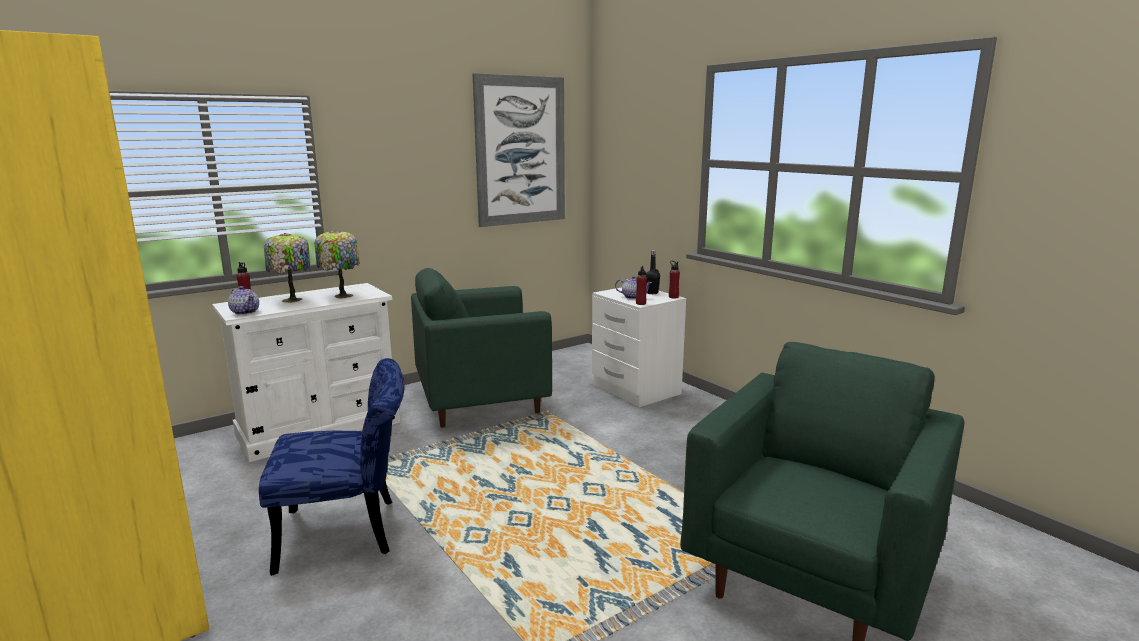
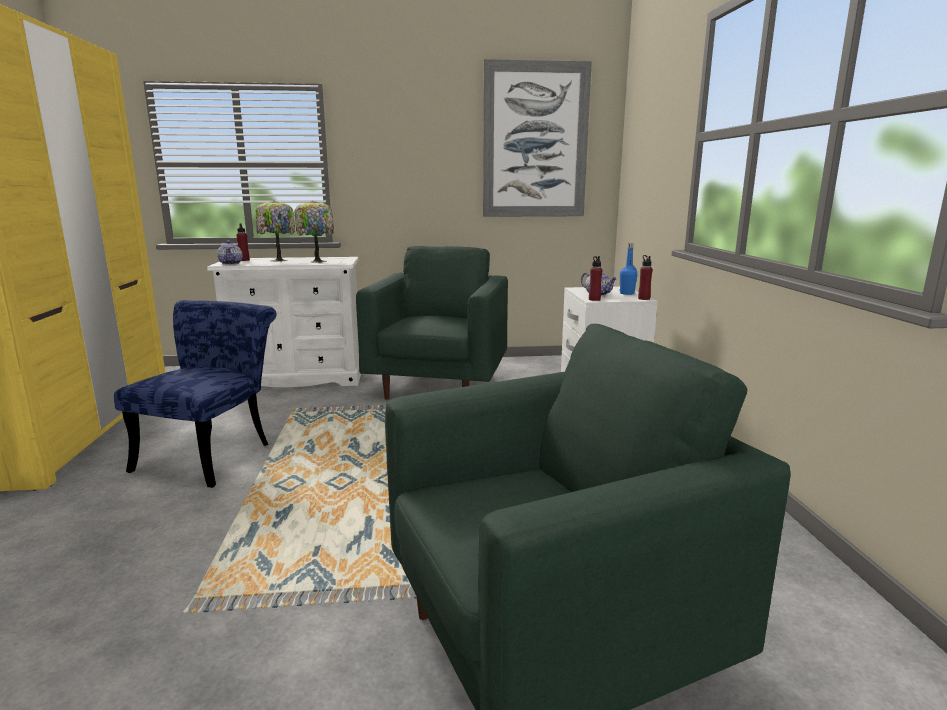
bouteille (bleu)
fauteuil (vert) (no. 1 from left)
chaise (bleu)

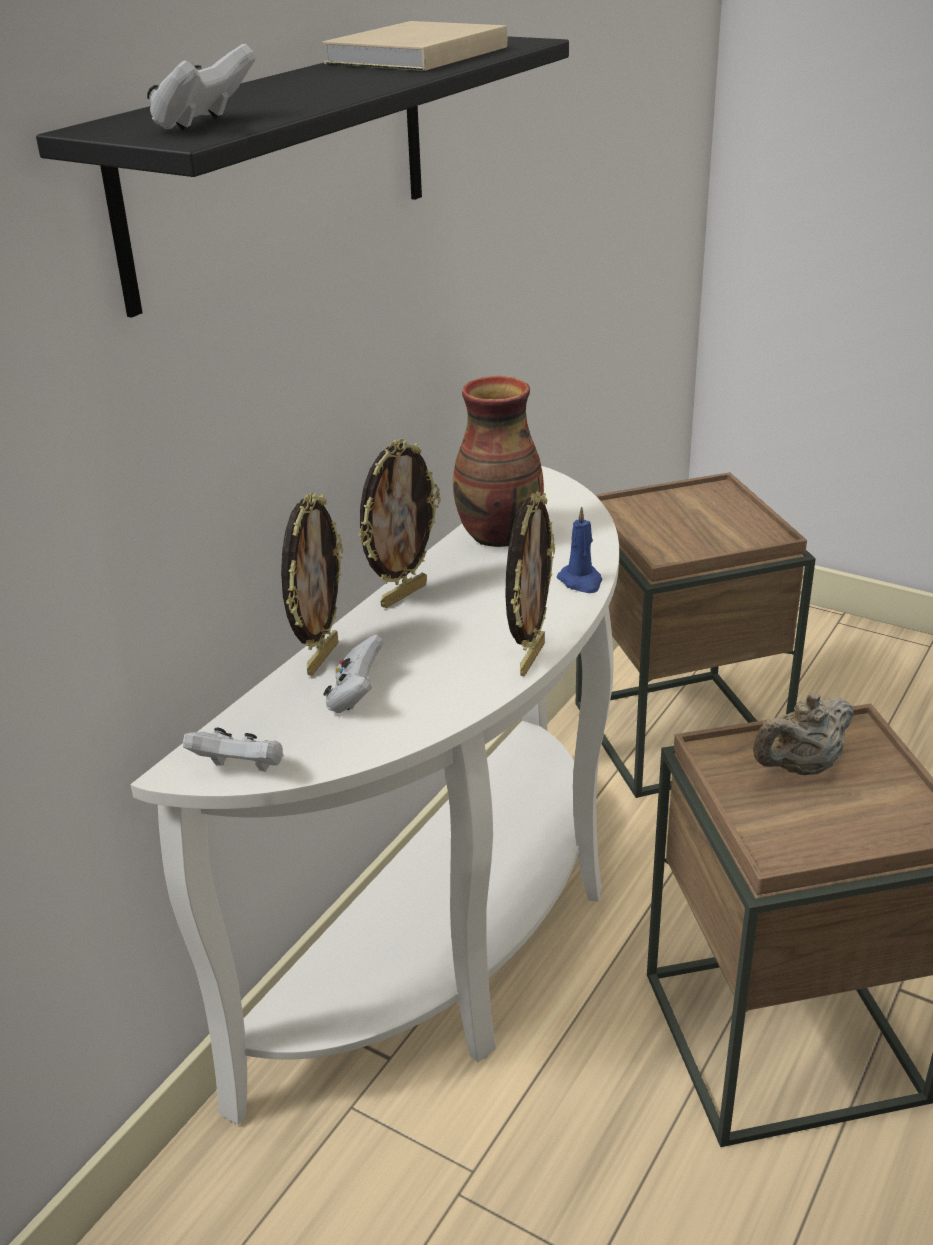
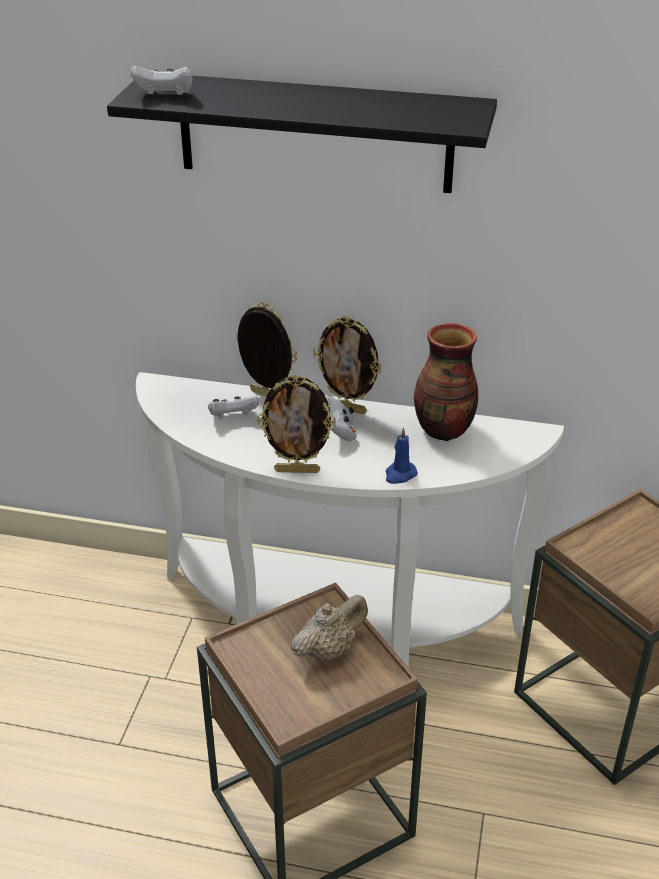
livre (beige)
cadre photo (no. 1 from left)
théière (beige)
manette (blanc) (no. 3 from left)

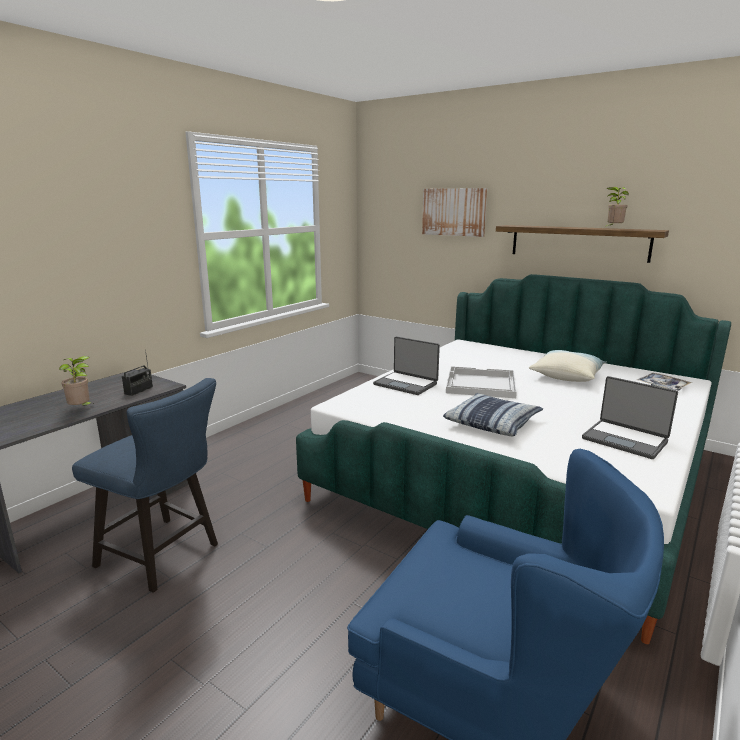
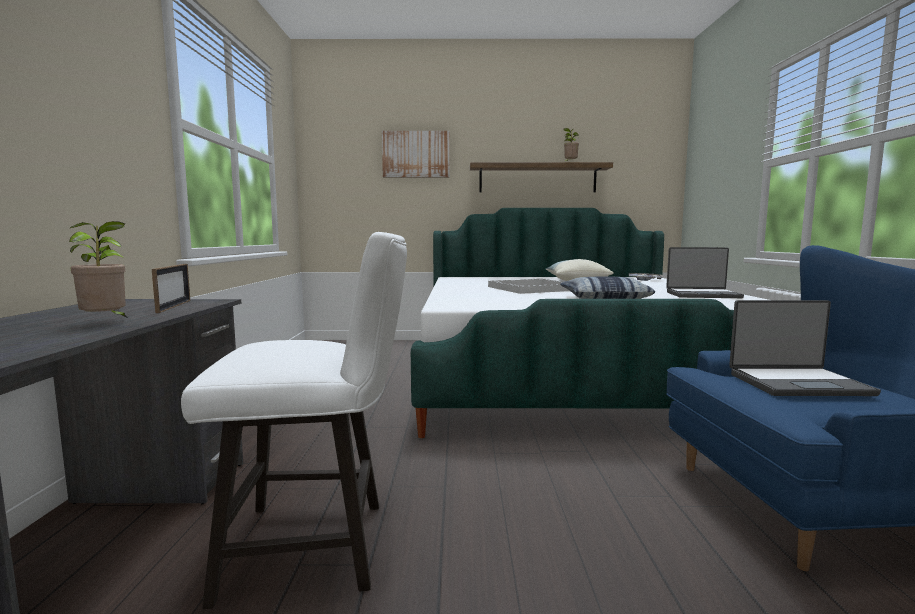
ordinateur portable (no. 2 from left)
cadre photo
chaise (blanc)

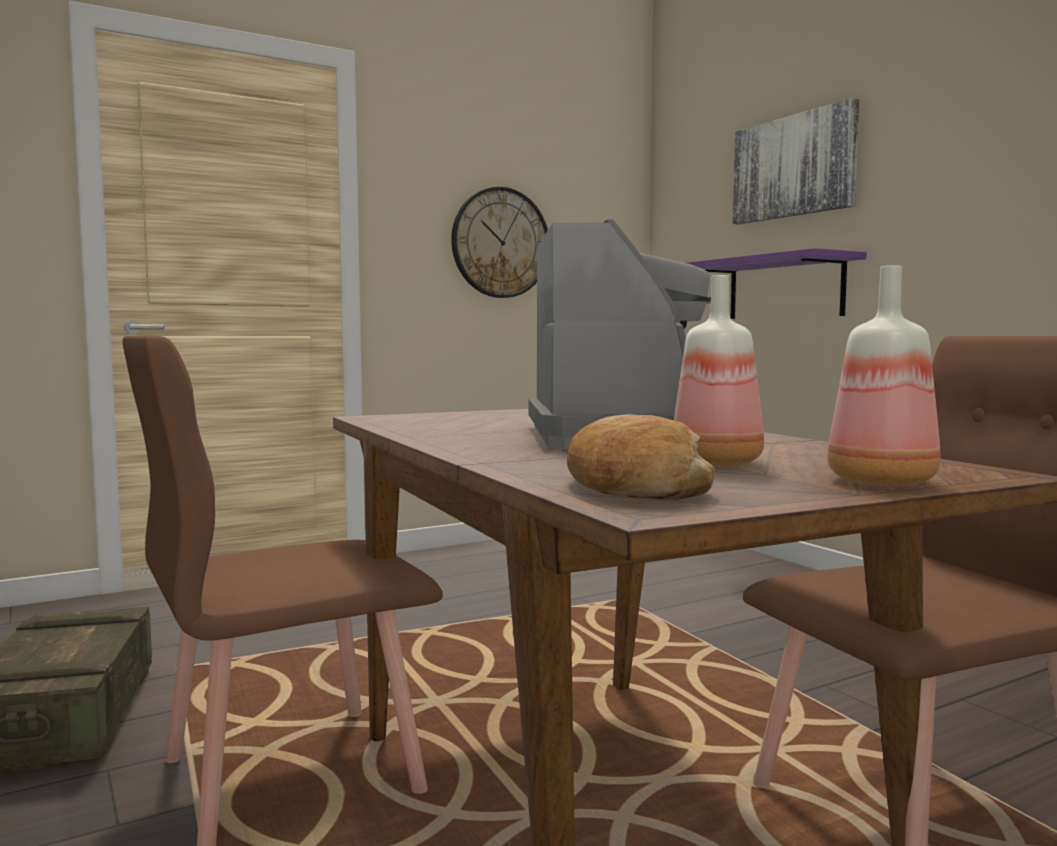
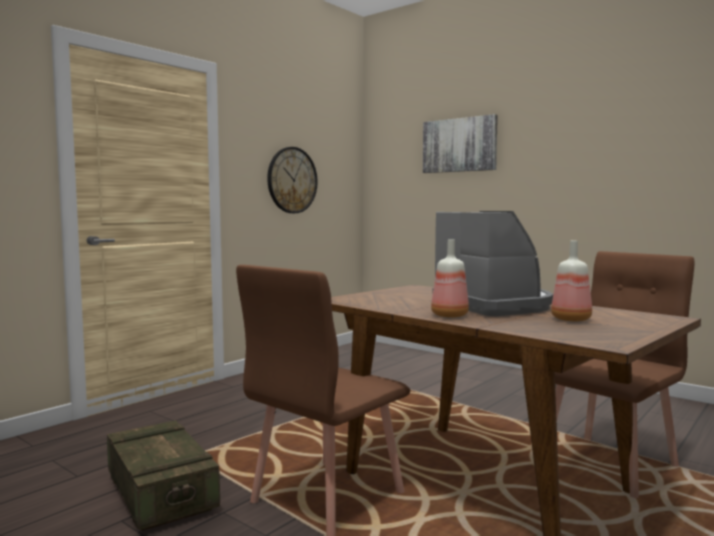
étagère (violet)
bouteille (no. 1 from left)
pain

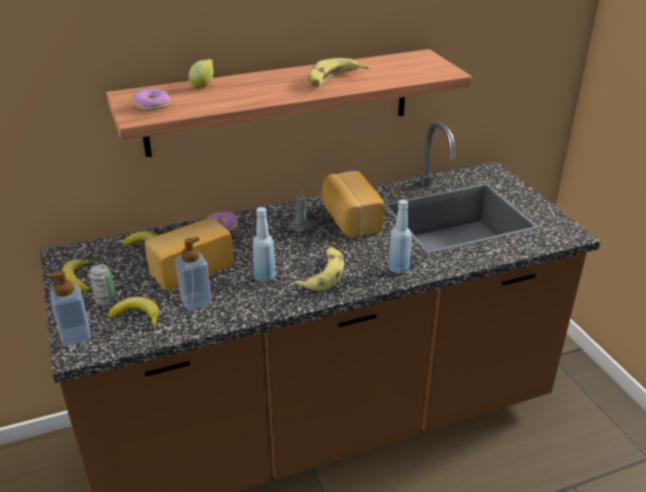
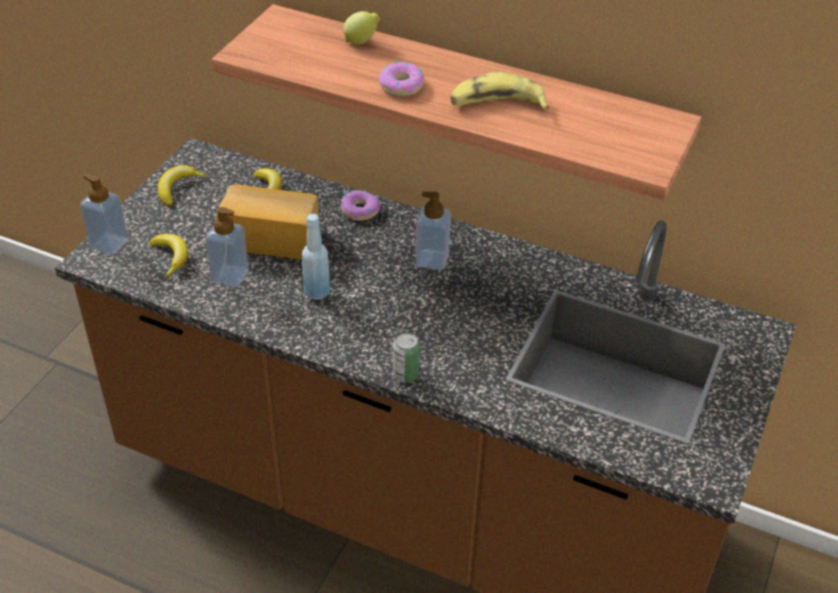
beignet (no. 2 from left)
pain (no. 2 from left in the first image)
distributeur de savon (no. 3 from left)
bouteille (bleu) (no. 2 from left in the first image)
banane (no. 4 from left in the first image)
boîte métallique

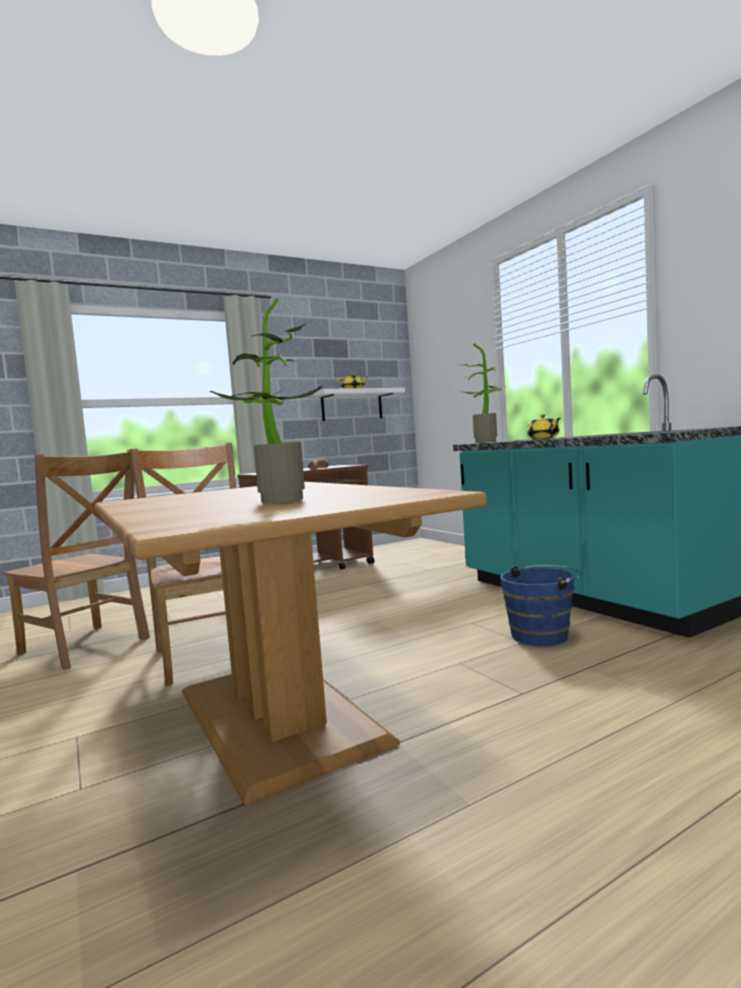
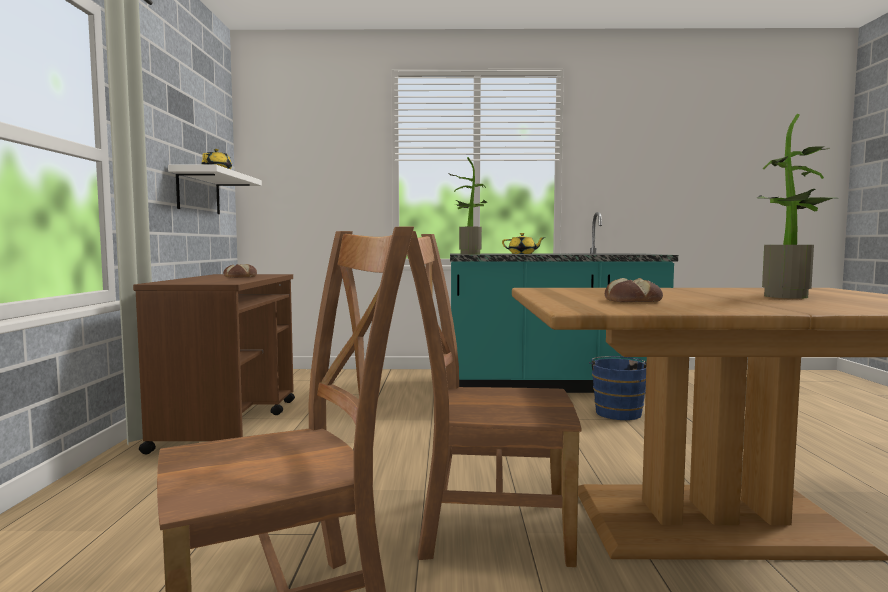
pain (no. 2 from left)

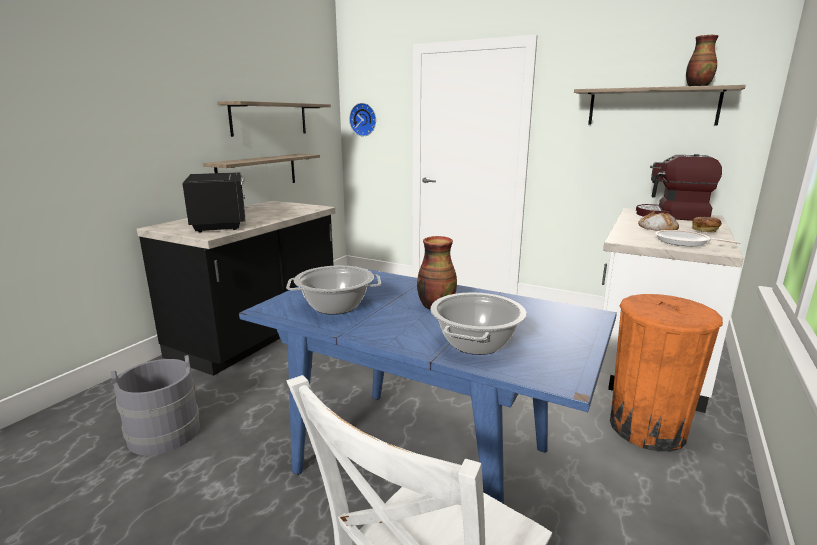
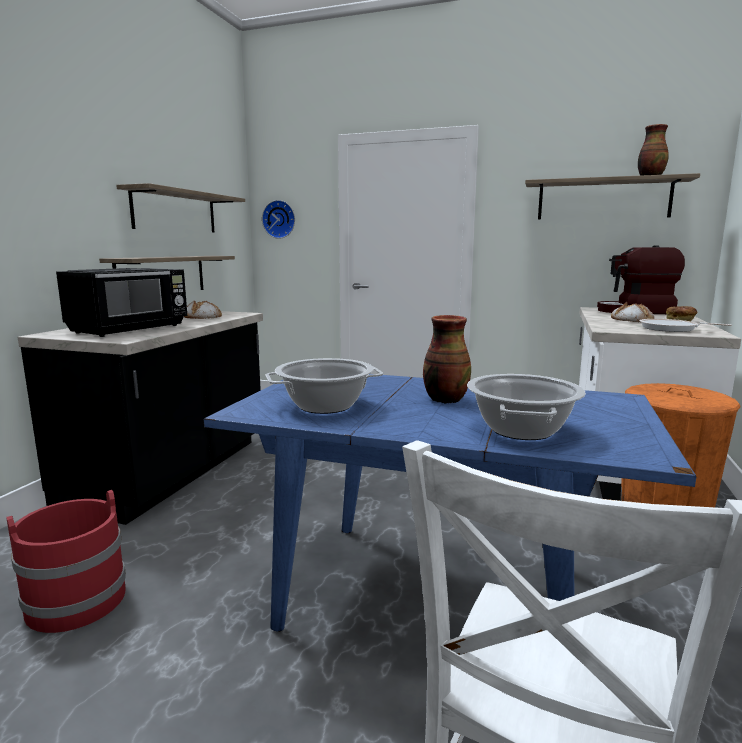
micro-ondes (noir)
seau (rouge)
pain (no. 1 from left)

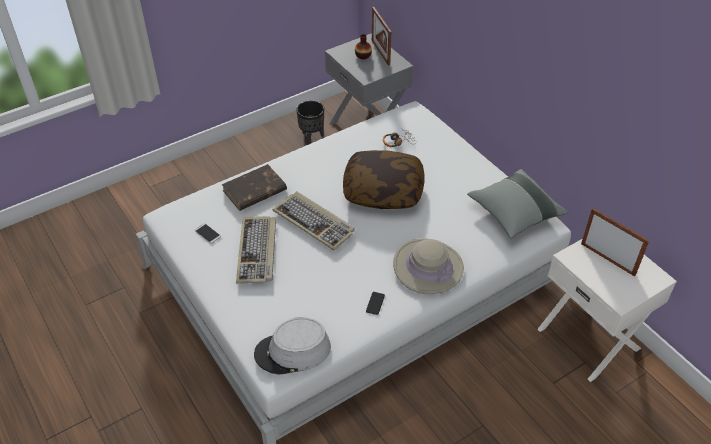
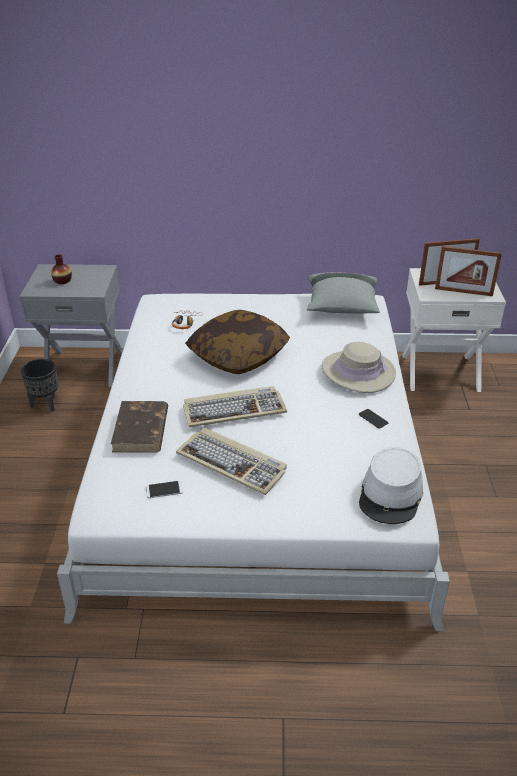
cadre photo (no. 2 from left)

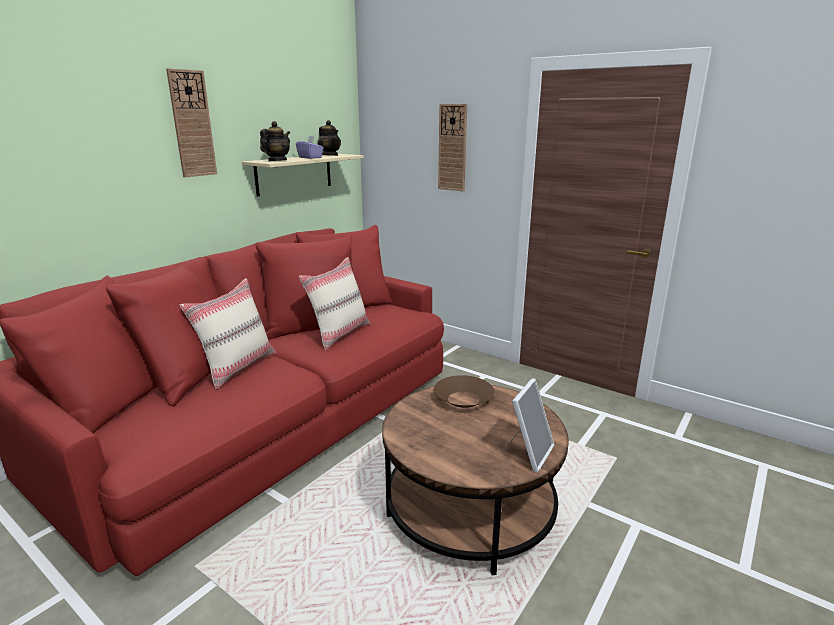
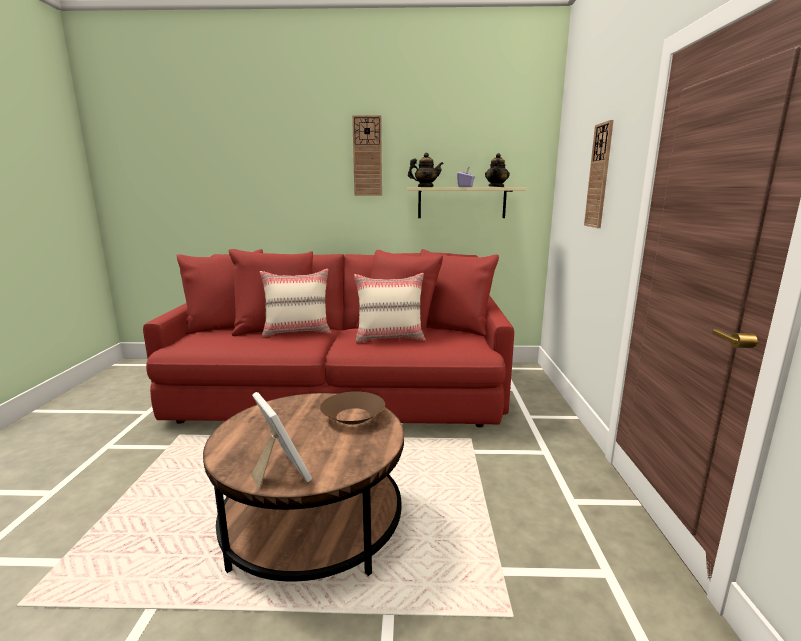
cadre photo

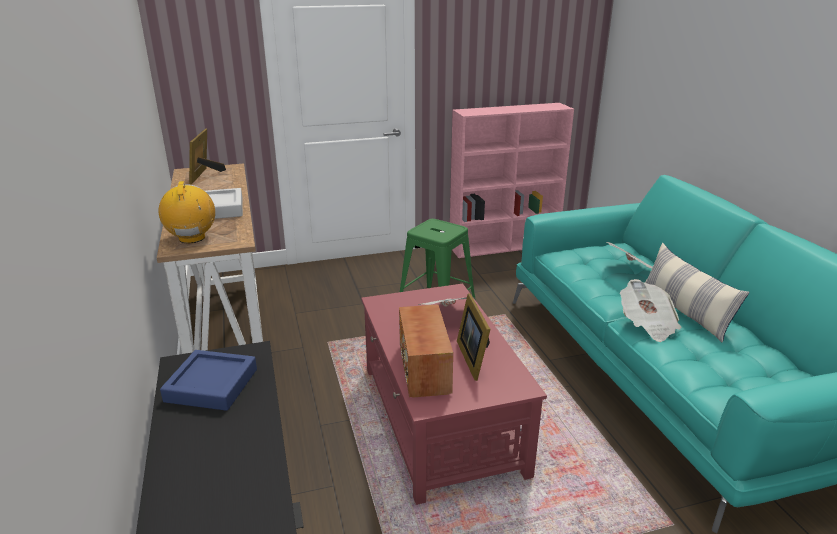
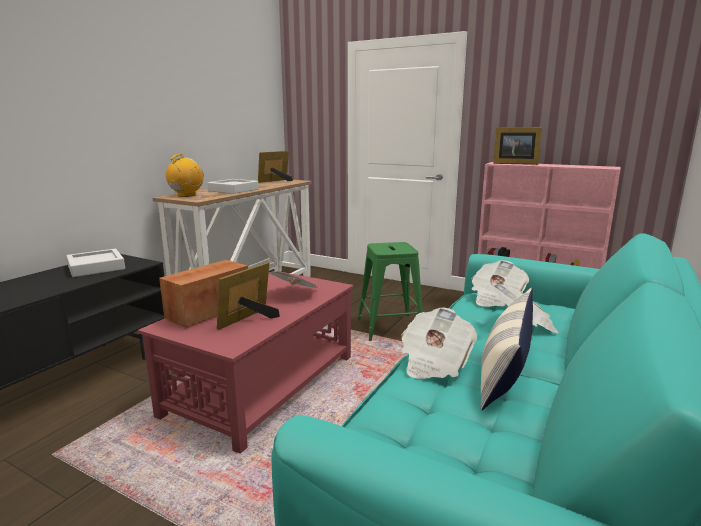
plateau (gris) (no. 1 from left)
cadre photo (no. 3 from left)
journal (no. 3 from left)

